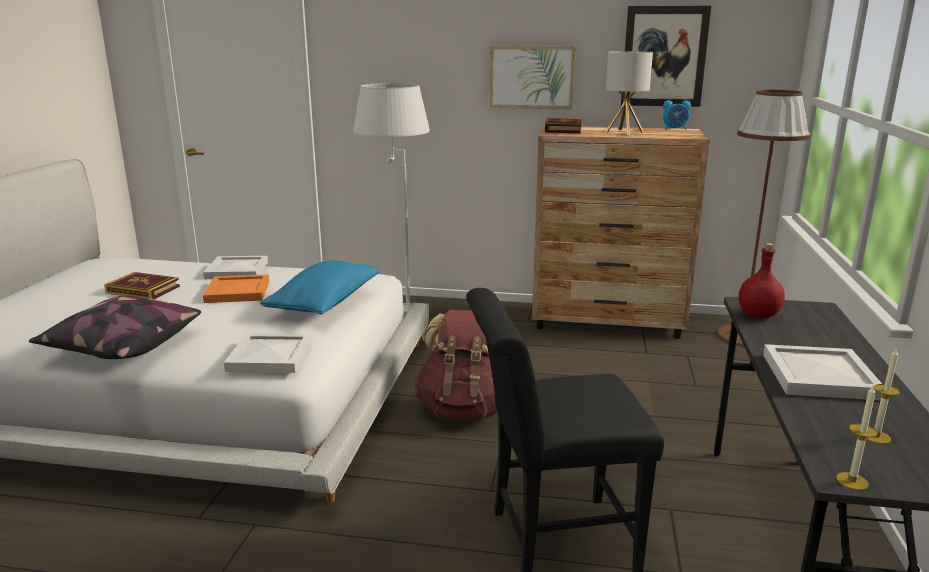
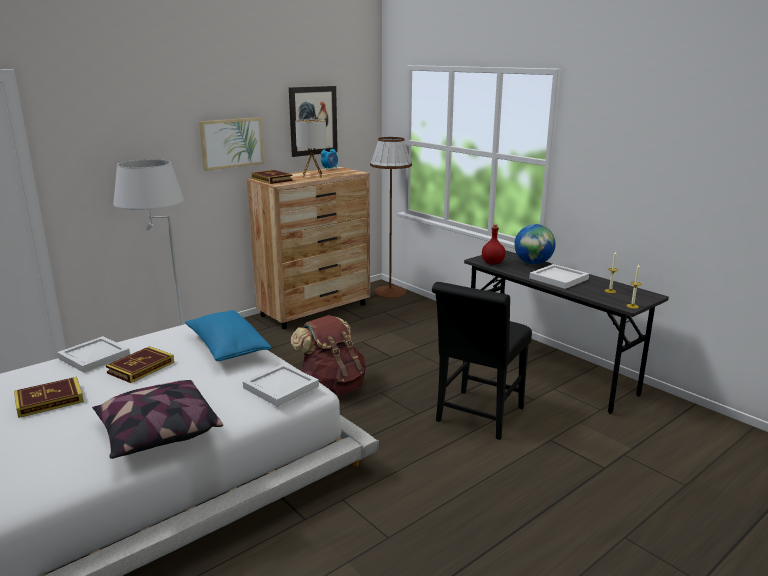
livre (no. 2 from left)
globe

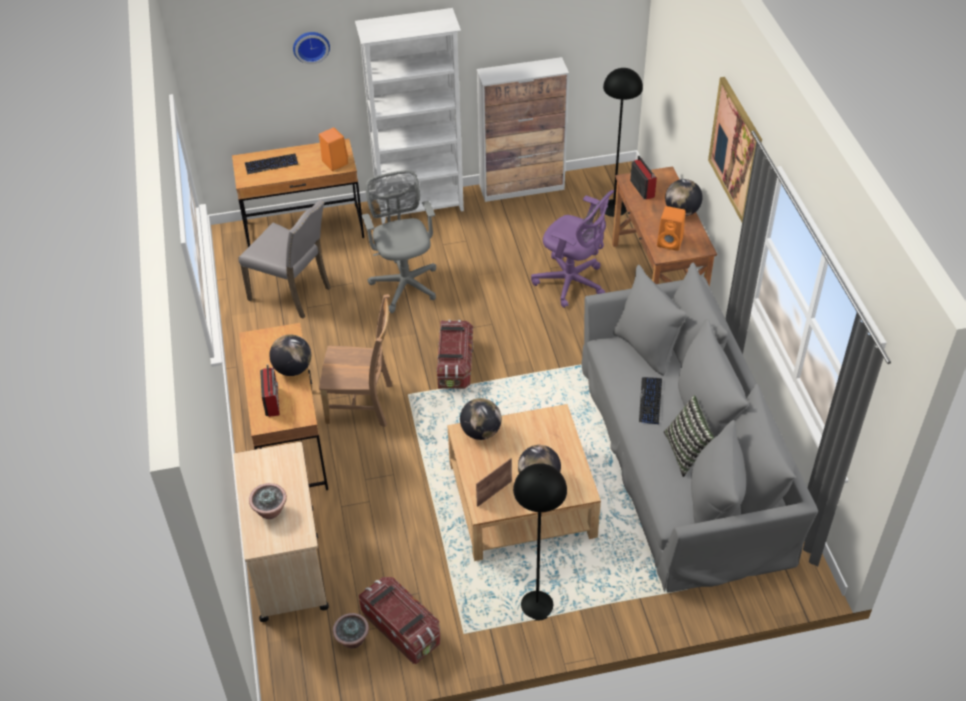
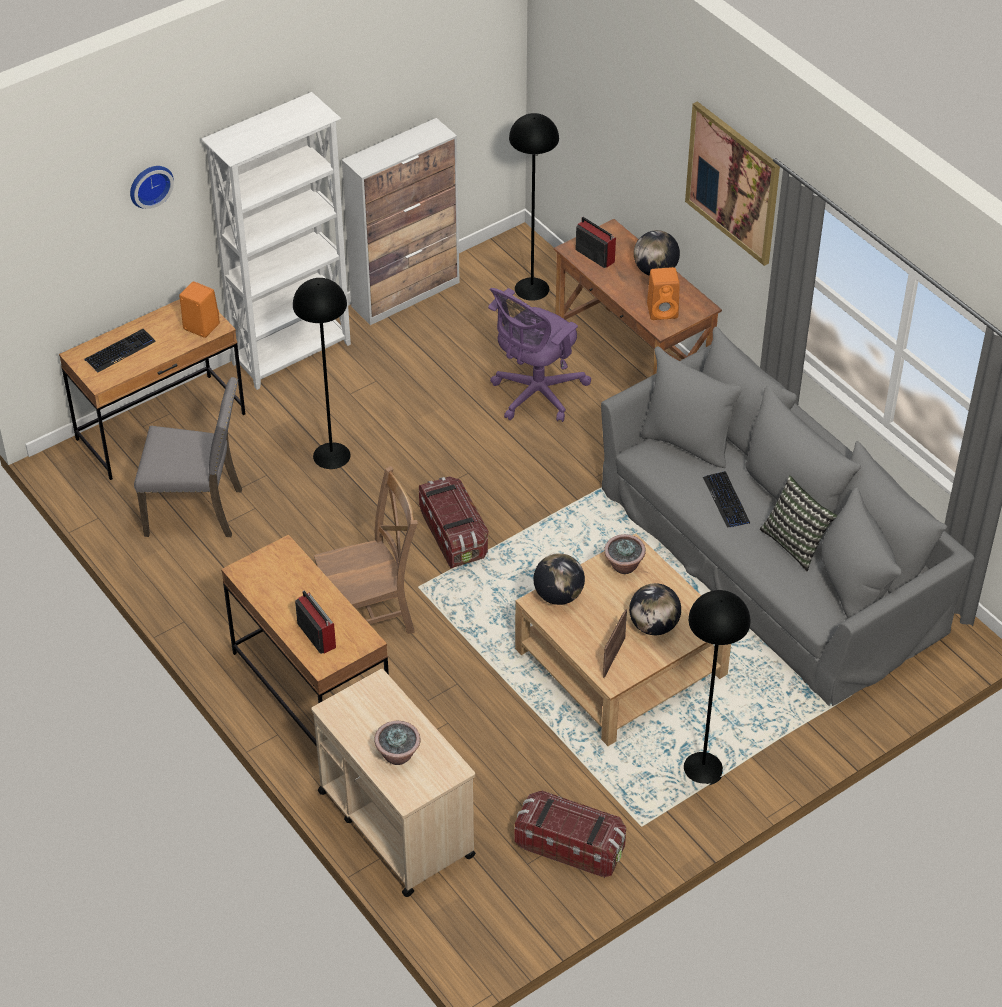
lampadaire (noir) (no. 1 from left)
chaise de bureau (violet)
globe (no. 1 from left in the first image)
plante en pot (no. 2 from left)

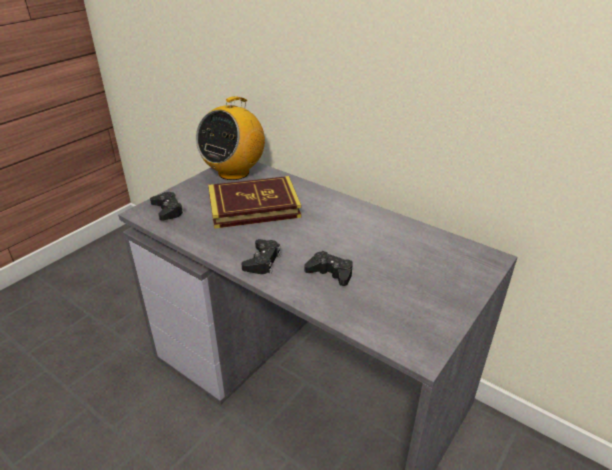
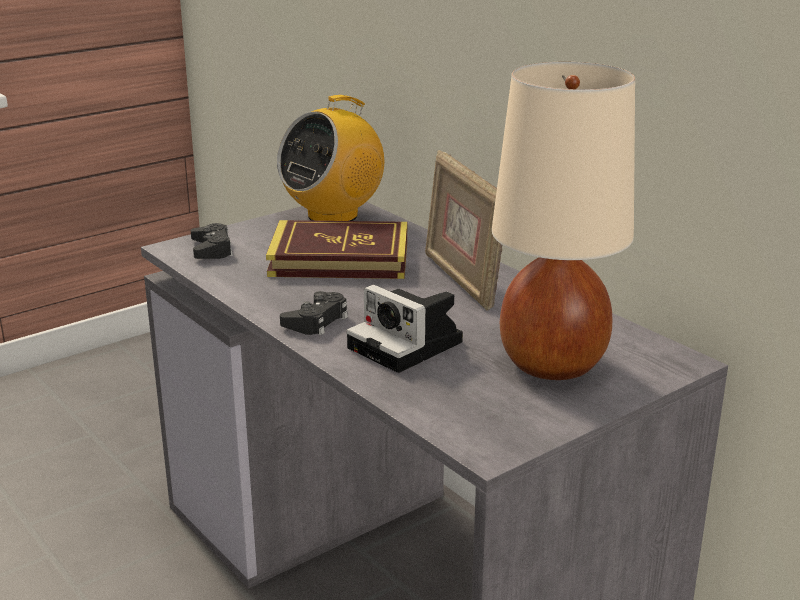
appareil photo
lampe de table (beige)
cadre photo

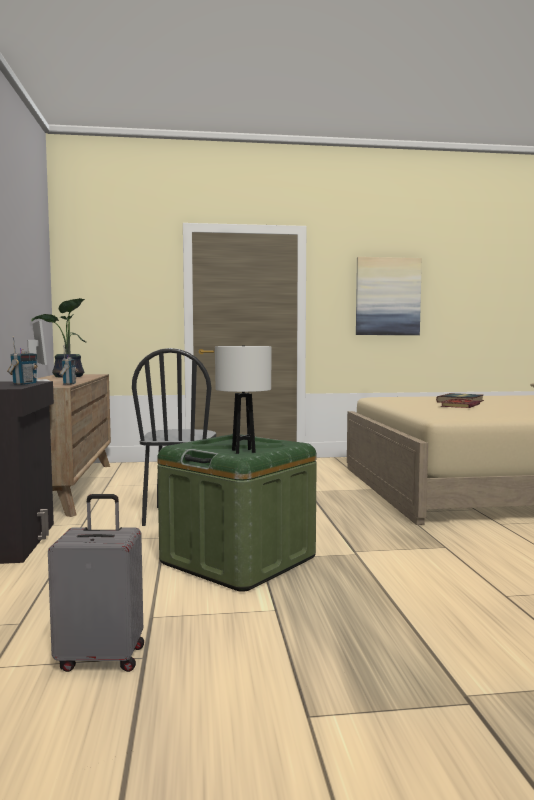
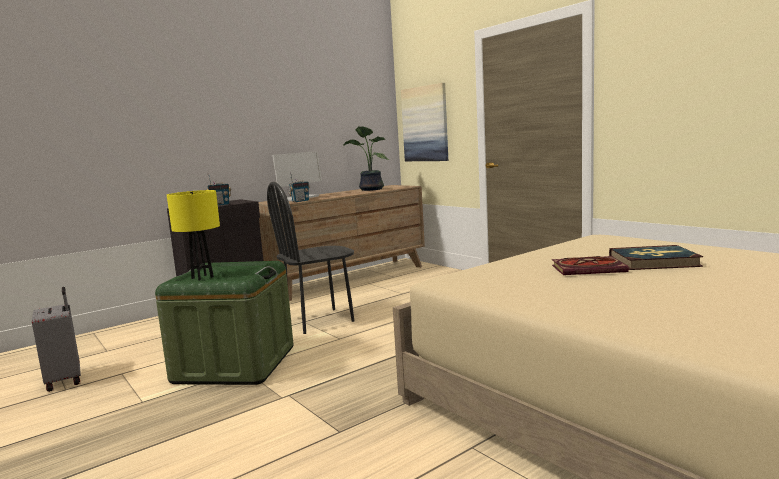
tableau
lampe de table (jaune)

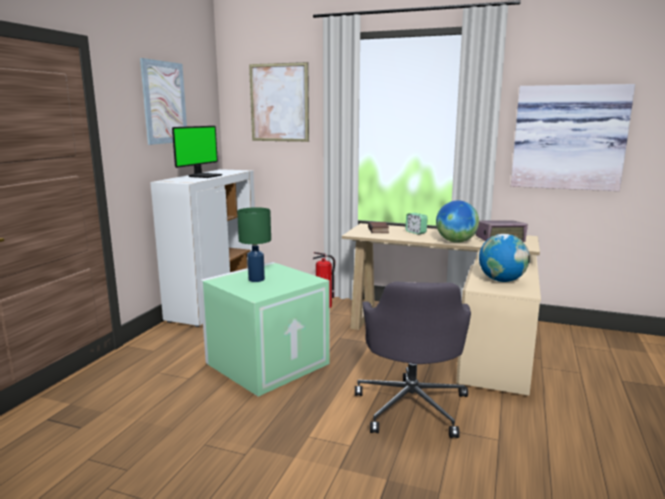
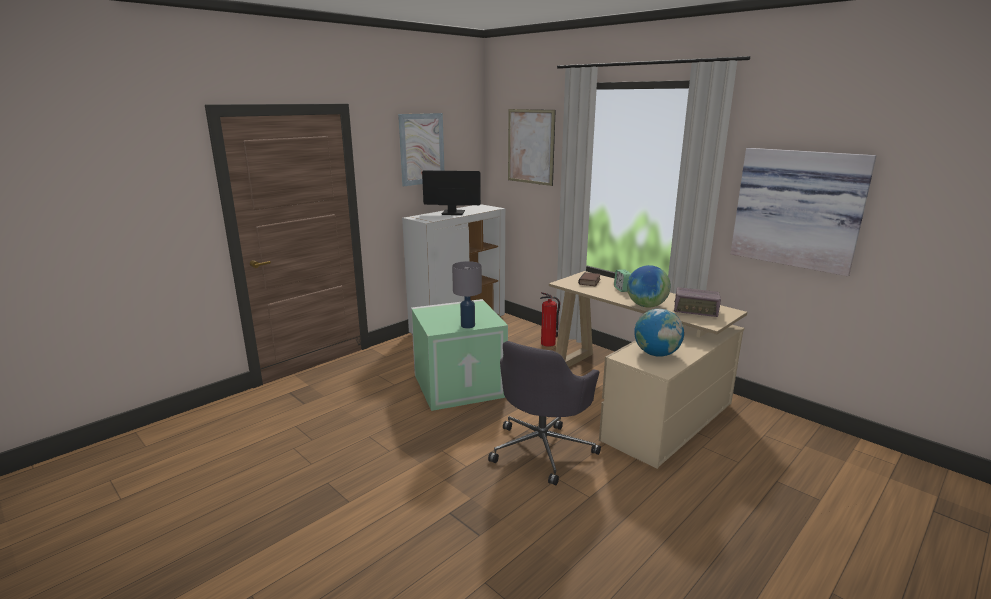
écran d'ordinateur
lampe de table (vert)
lampe de table (gris)

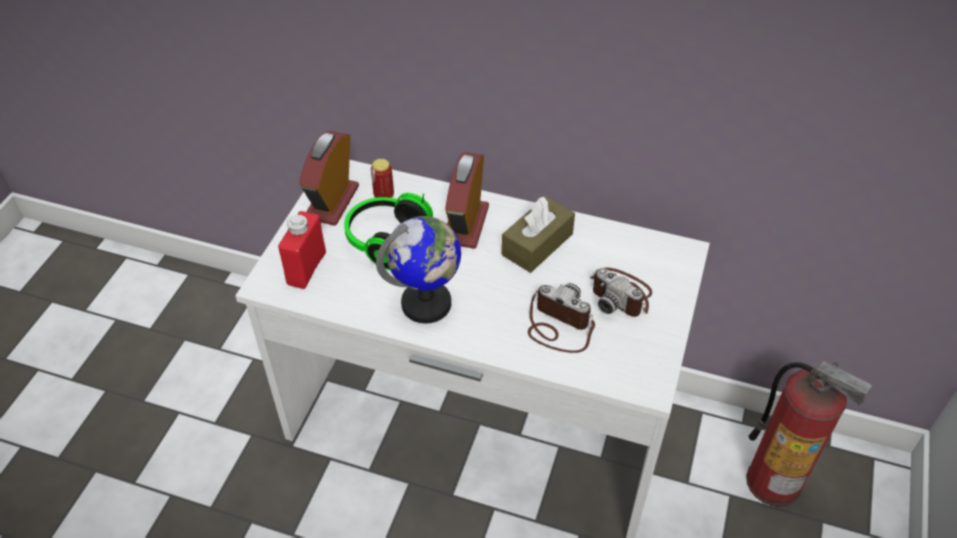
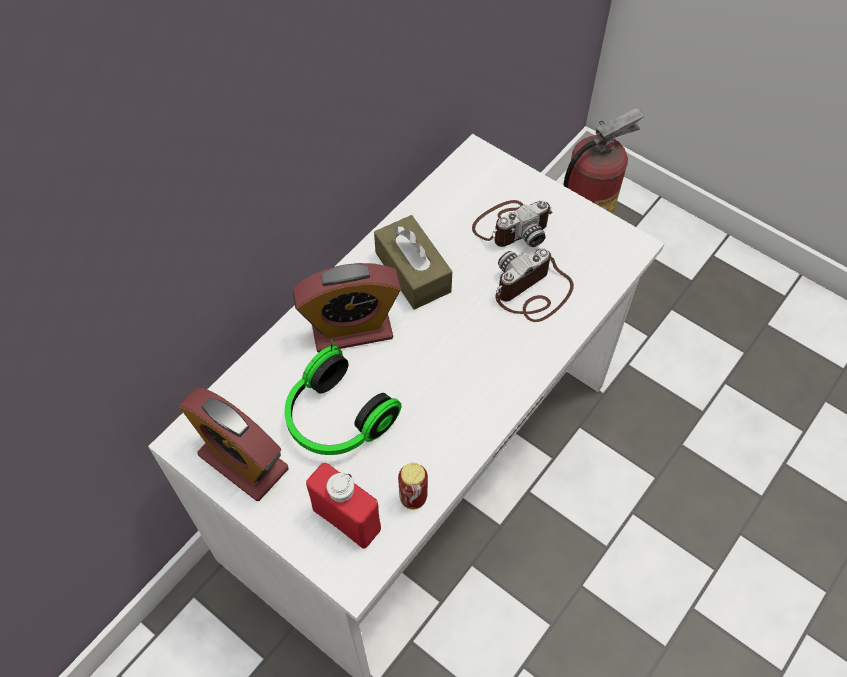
réveil (no. 2 from left)
boîte métallique
globe

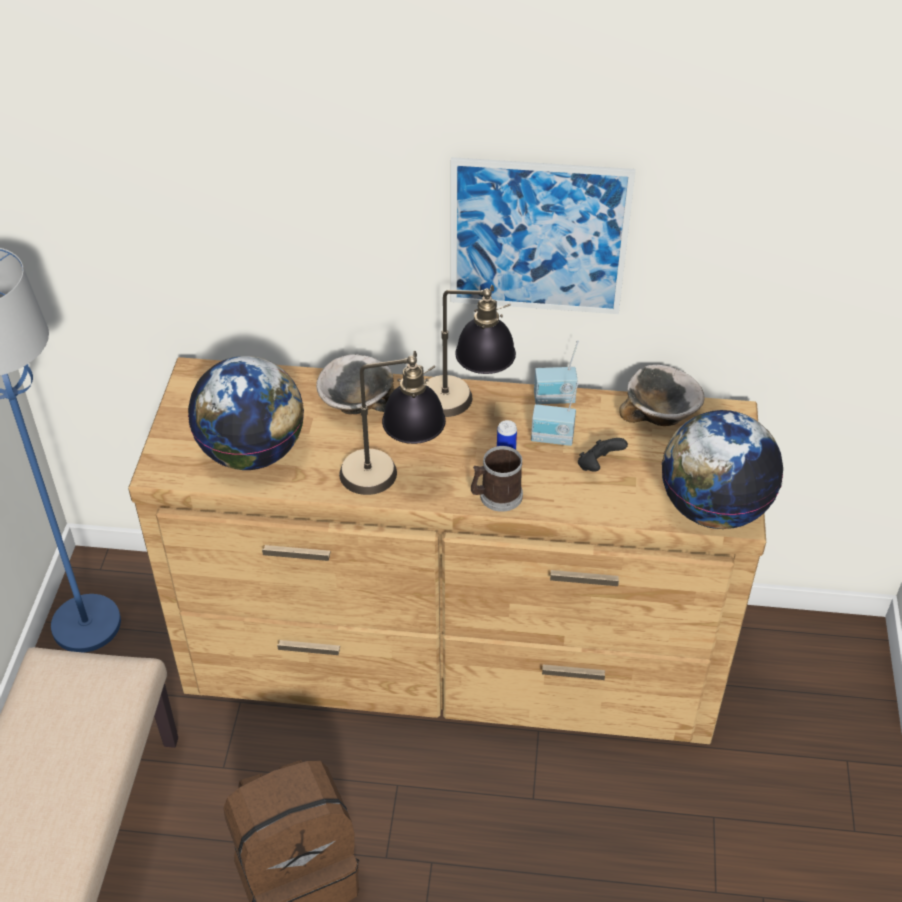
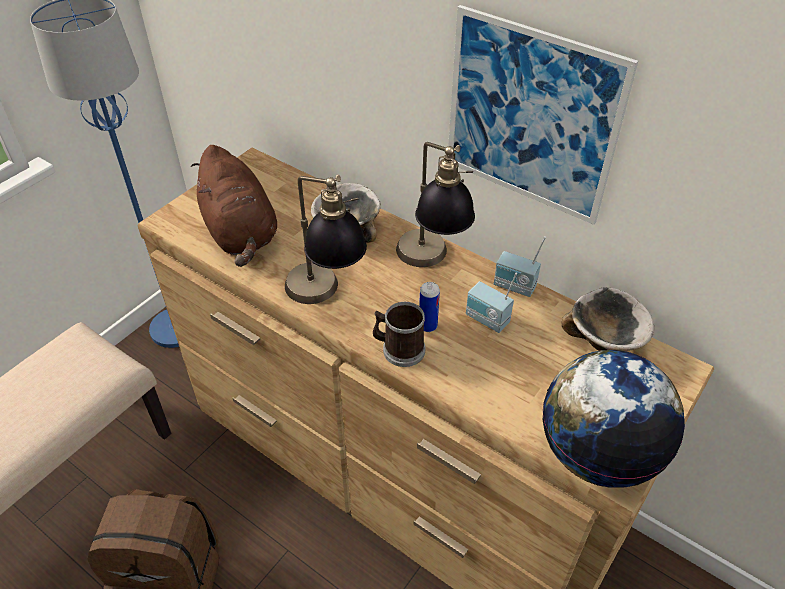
peluche (marron)
manette (noir)

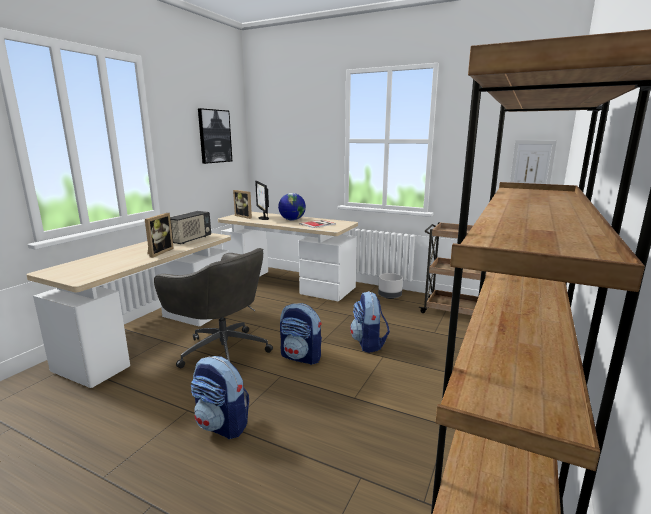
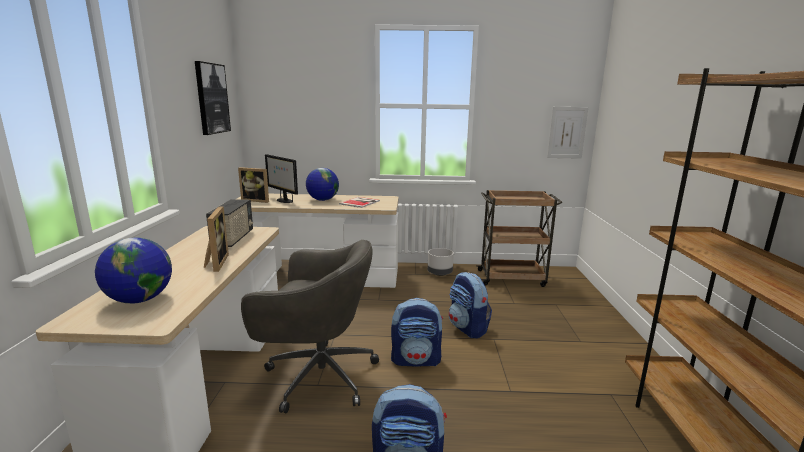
globe (no. 1 from left)

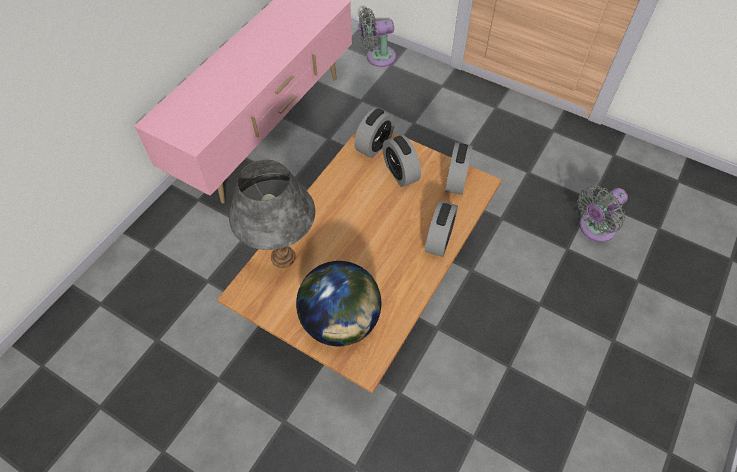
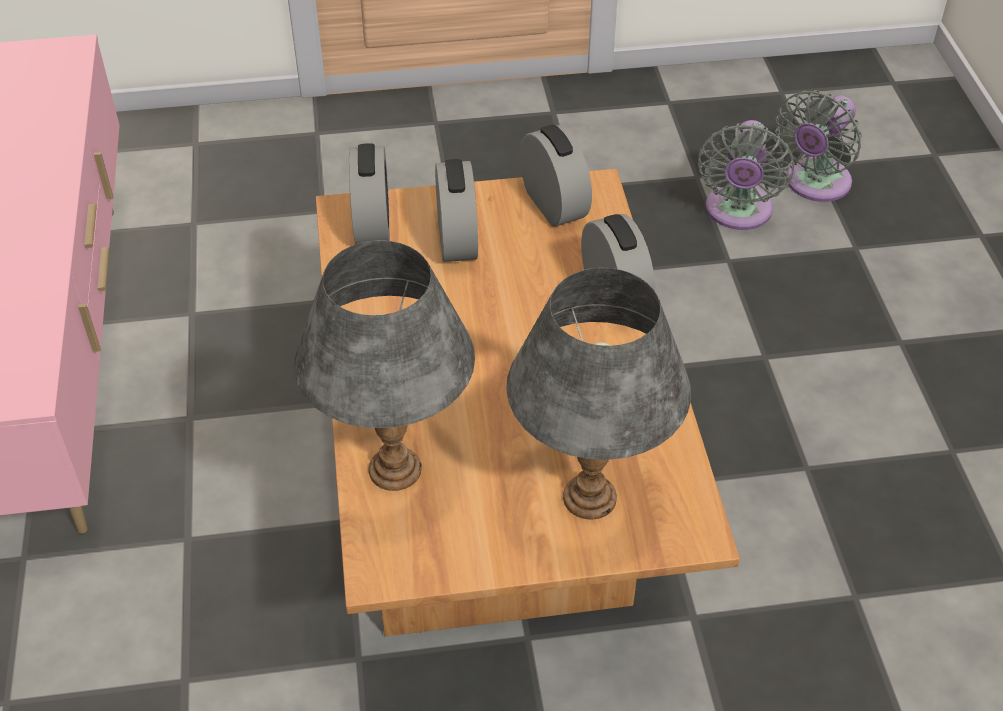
ventilateur (gris) (no. 2 from left)
réveil (no. 2 from left)
lampe de table (gris) (no. 2 from left)

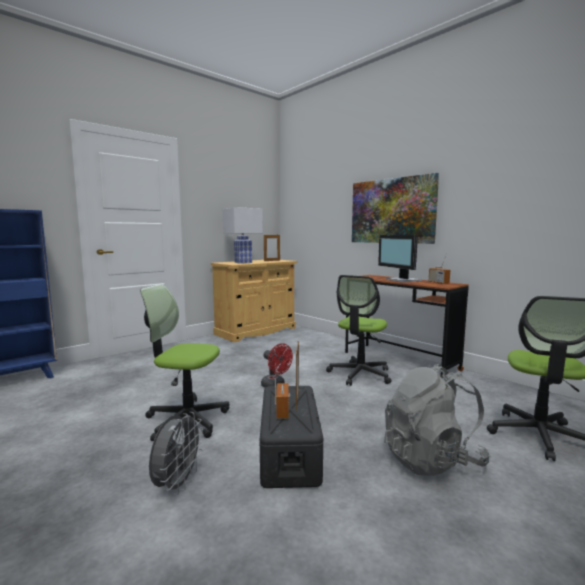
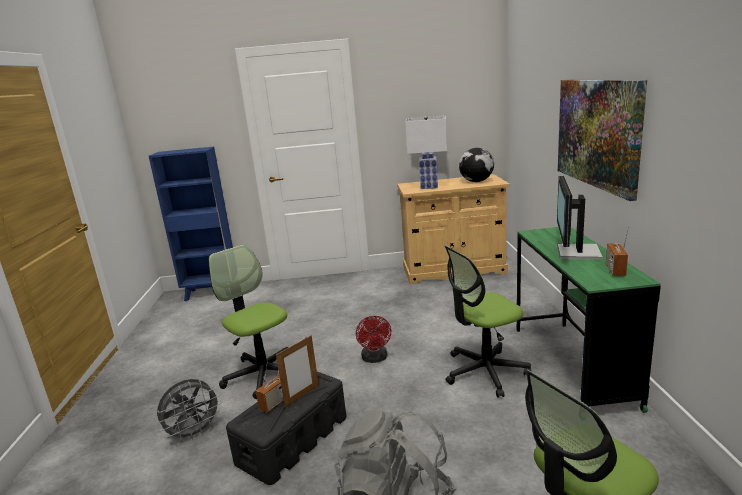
globe
bureau (vert)

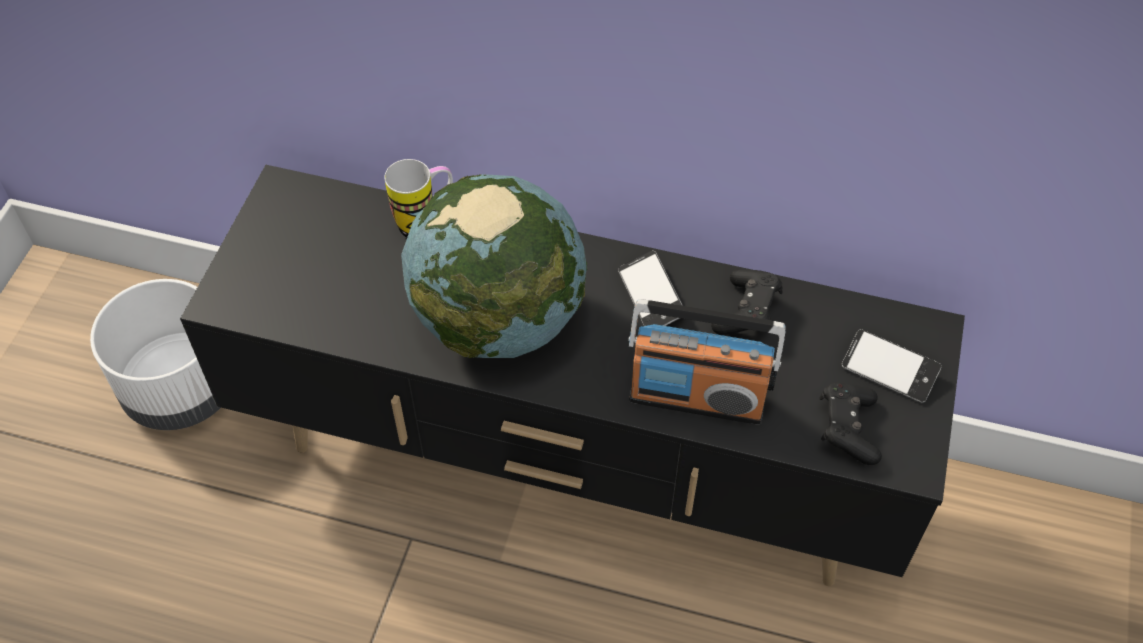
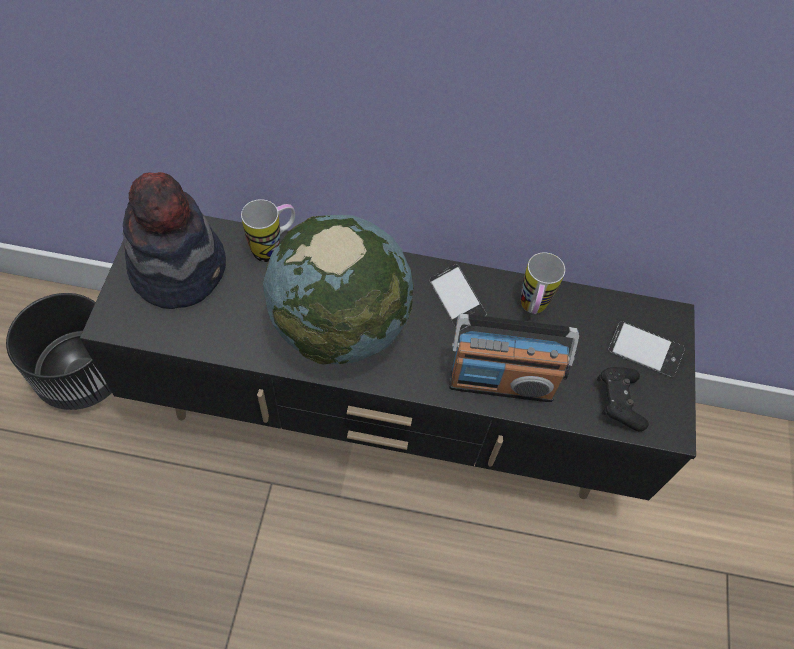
mug (no. 2 from left)
cache-pot (noir)
chapeau

